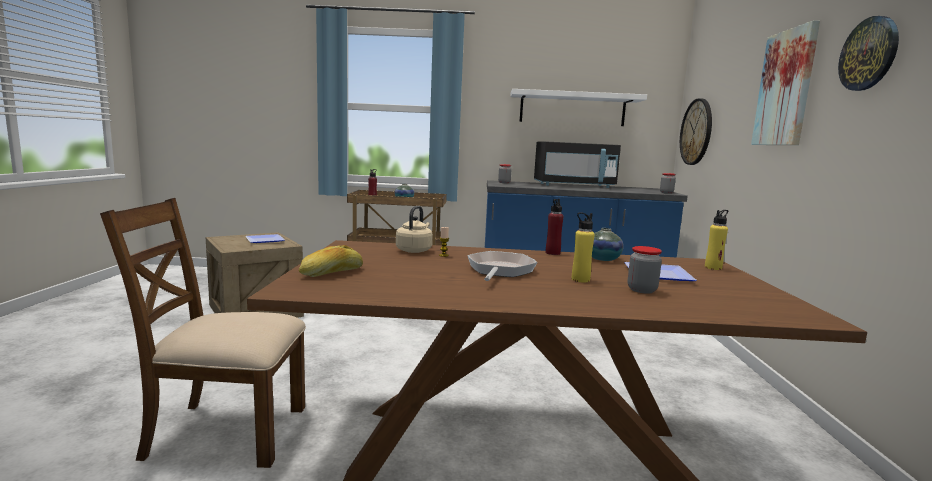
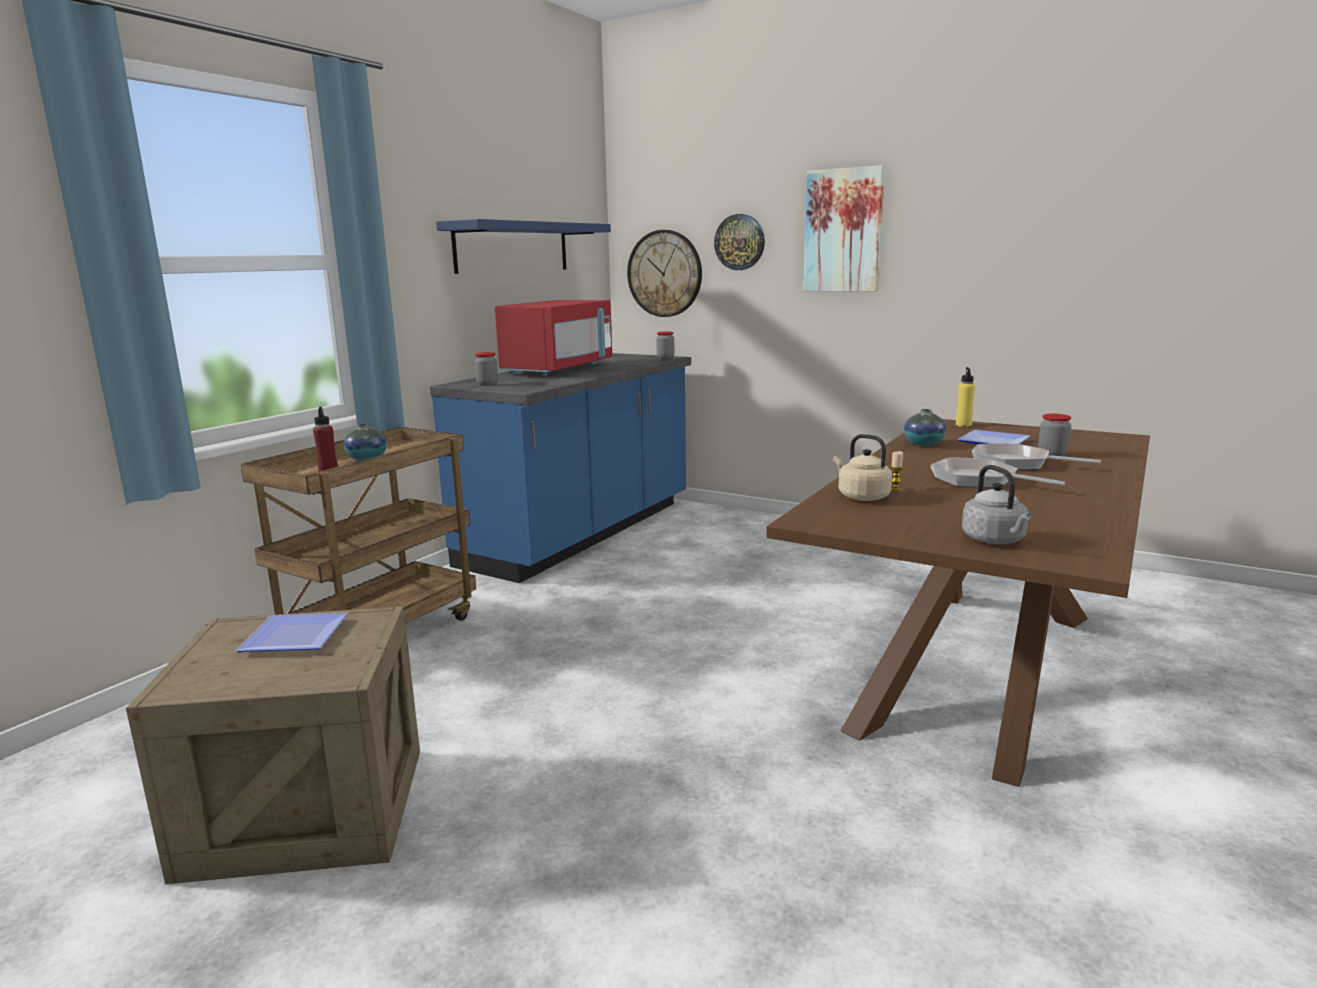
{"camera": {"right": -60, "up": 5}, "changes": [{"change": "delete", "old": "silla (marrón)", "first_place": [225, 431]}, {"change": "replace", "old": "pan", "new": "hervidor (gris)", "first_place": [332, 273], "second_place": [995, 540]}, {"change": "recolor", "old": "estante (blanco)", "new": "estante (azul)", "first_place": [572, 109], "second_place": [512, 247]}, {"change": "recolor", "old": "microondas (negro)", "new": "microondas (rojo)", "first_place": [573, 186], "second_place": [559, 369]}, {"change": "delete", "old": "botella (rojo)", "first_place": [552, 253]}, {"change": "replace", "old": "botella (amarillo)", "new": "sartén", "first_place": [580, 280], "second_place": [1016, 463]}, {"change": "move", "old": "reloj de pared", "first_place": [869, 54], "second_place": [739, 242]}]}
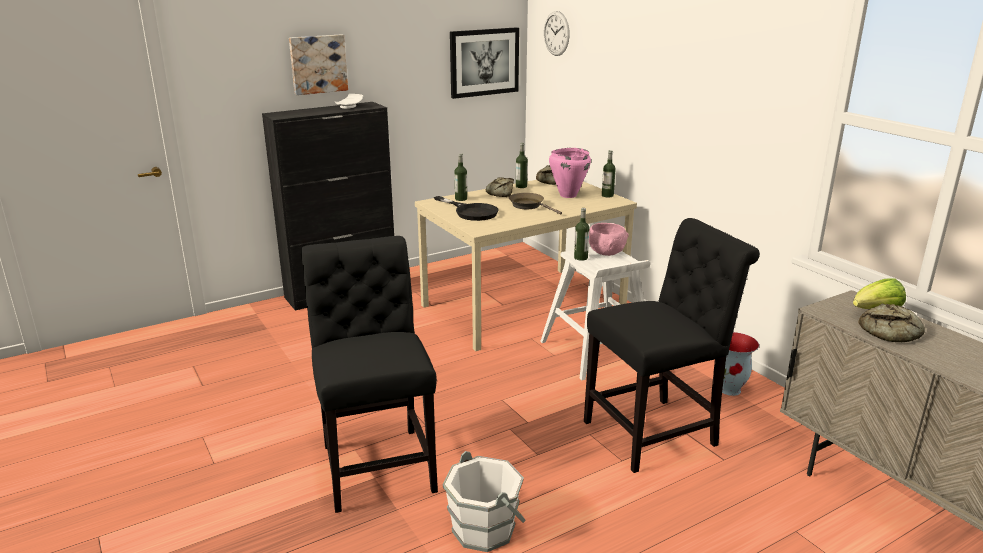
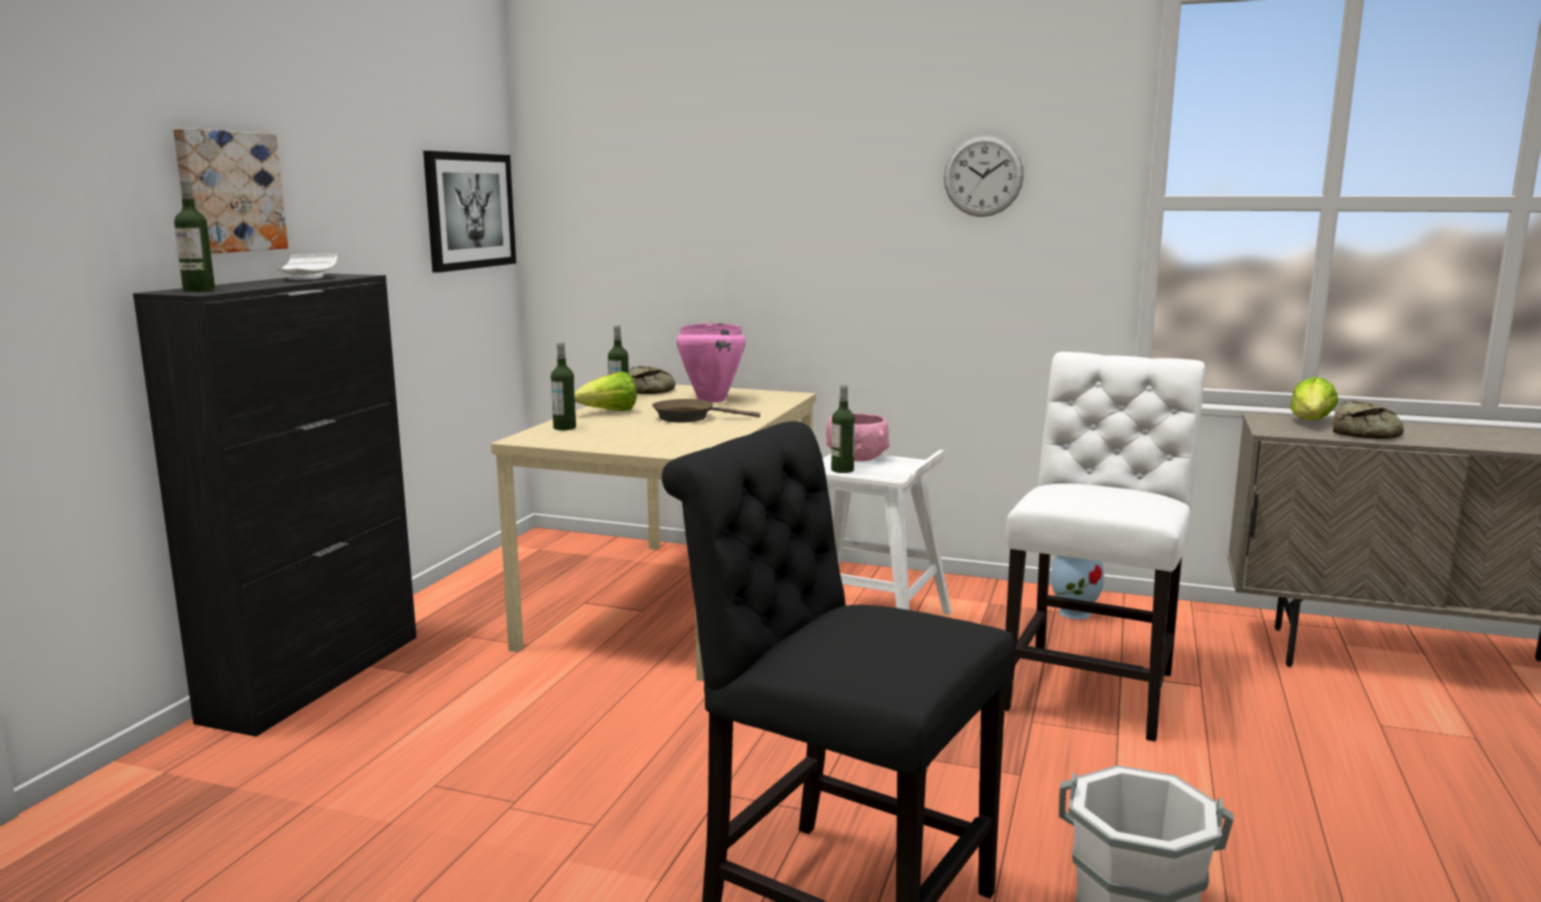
{"camera": {"right": -40, "up": -10}, "changes": [{"change": "delete", "old": "sartén (negro)", "first_place": [471, 212]}, {"change": "replace", "old": "pan", "new": "lechuga", "first_place": [501, 193], "second_place": [609, 412]}, {"change": "move", "old": "reloj de pared", "first_place": [556, 33], "second_place": [983, 176]}, {"change": "recolor", "old": "silla (negro)", "new": "silla (blanco)", "first_place": [656, 432], "second_place": [1092, 687]}, {"change": "move", "old": "botella", "first_place": [607, 195], "second_place": [199, 290]}]}
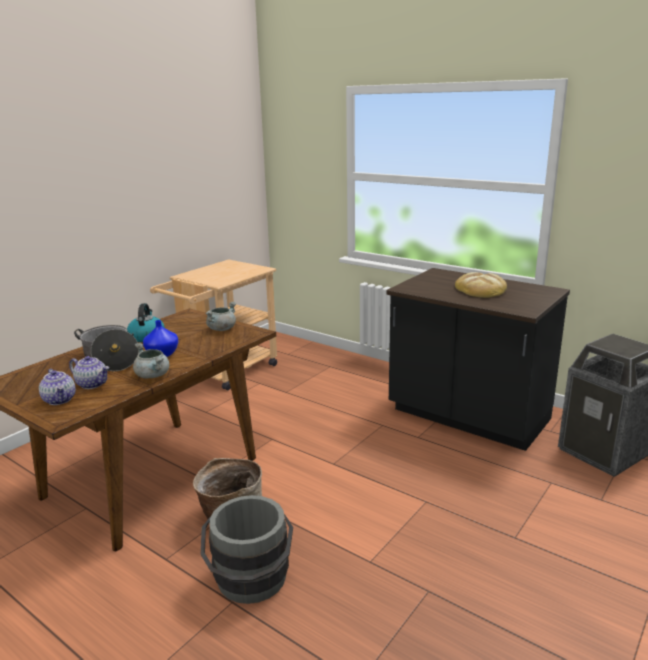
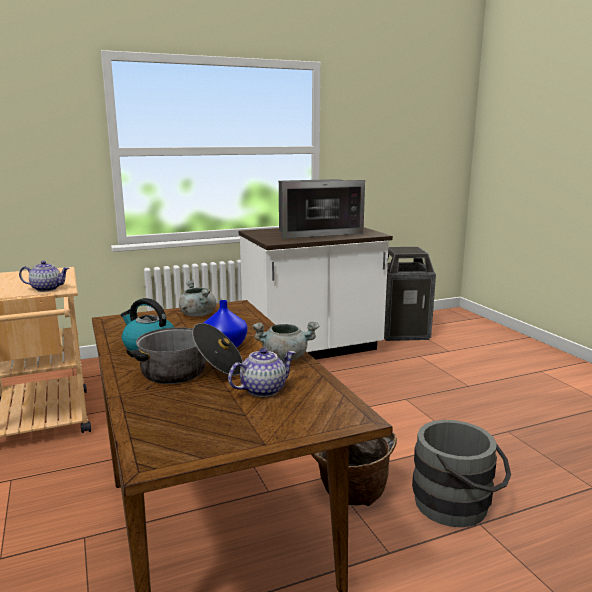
{"camera": {"right": -60, "up": -5}, "changes": [{"change": "move", "old": "tetera", "first_place": [60, 400], "second_place": [47, 289]}, {"change": "recolor", "old": "mueble bajo de cocina (negro)", "new": "mueble bajo de cocina (blanco)", "first_place": [467, 417], "second_place": [312, 350]}, {"change": "replace", "old": "pan", "new": "microondas", "first_place": [480, 289], "second_place": [316, 232]}]}
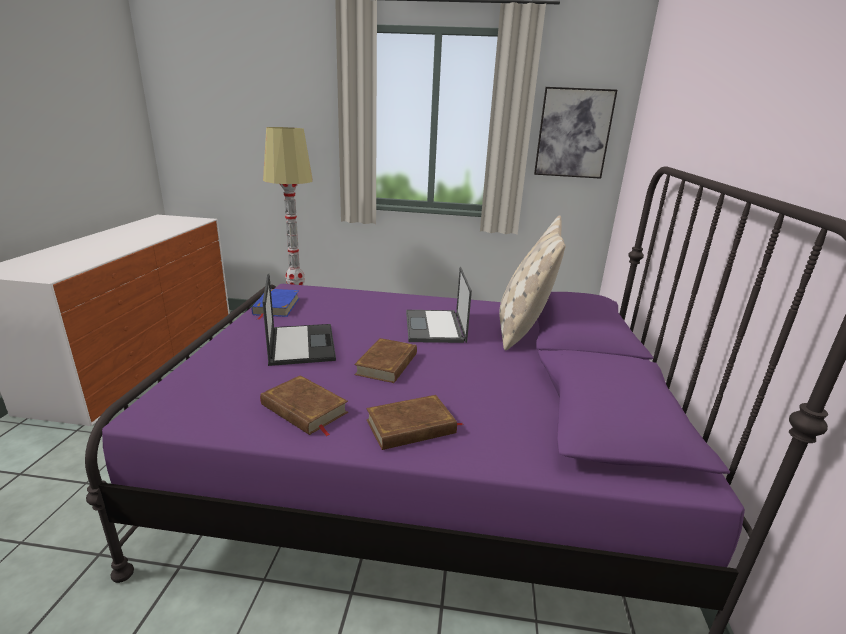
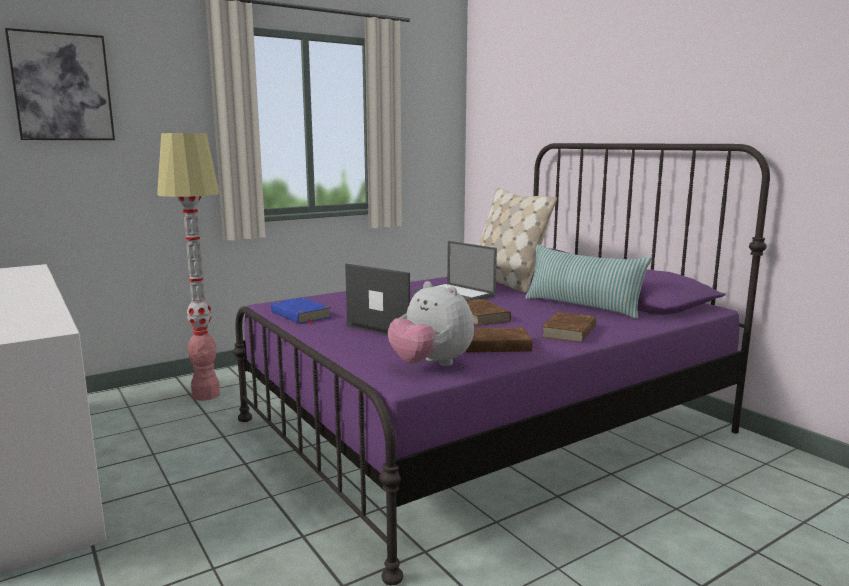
{"camera": {"right": -40, "up": -10}, "changes": [{"change": "move", "old": "cuadro", "first_place": [573, 133], "second_place": [62, 87]}, {"change": "insert", "new": "peluche", "second_place": [431, 364]}, {"change": "insert", "new": "cojín", "second_place": [582, 306]}]}
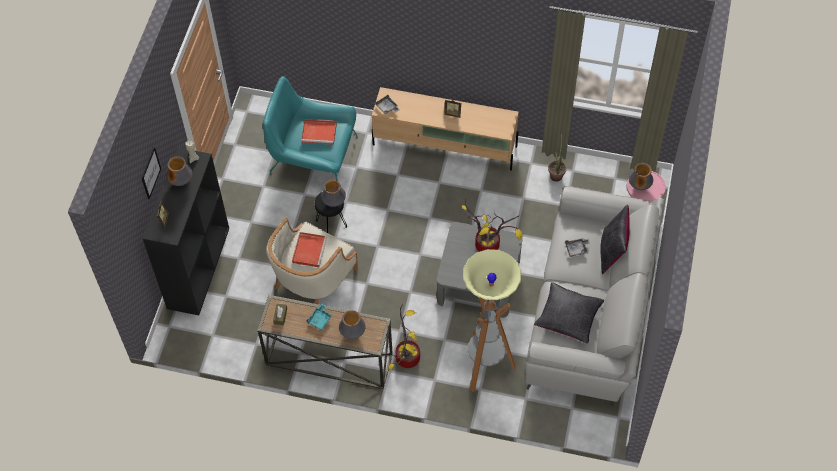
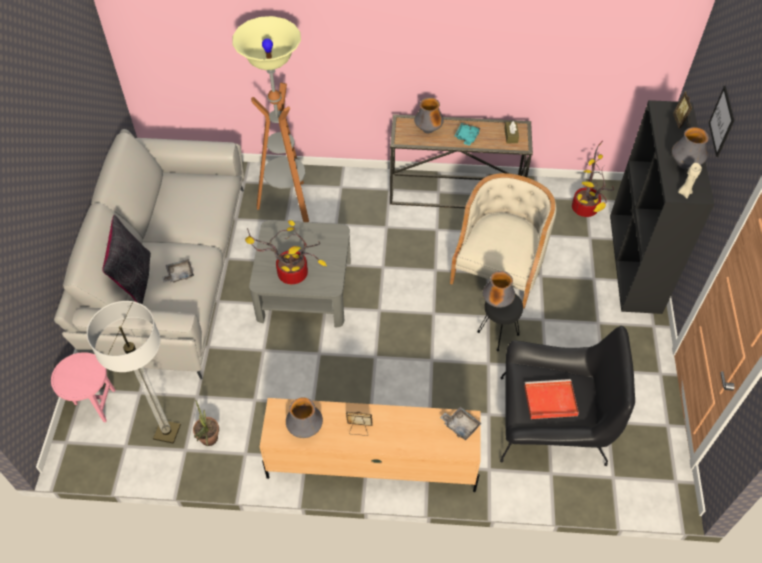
{"camera": {"right": 170, "up": -5}, "changes": [{"change": "recolor", "old": "sillón (turquesa)", "new": "sillón (negro)", "first_place": [313, 156], "second_place": [552, 422]}, {"change": "delete", "old": "bandeja (rojo)", "first_place": [309, 250]}, {"change": "move", "old": "planta en maceta", "first_place": [406, 356], "second_place": [587, 209]}, {"change": "delete", "old": "cojín (negro)", "first_place": [568, 317]}, {"change": "move", "old": "florero", "first_place": [639, 186], "second_place": [305, 429]}, {"change": "insert", "new": "lámpara de pie", "second_place": [167, 432]}]}
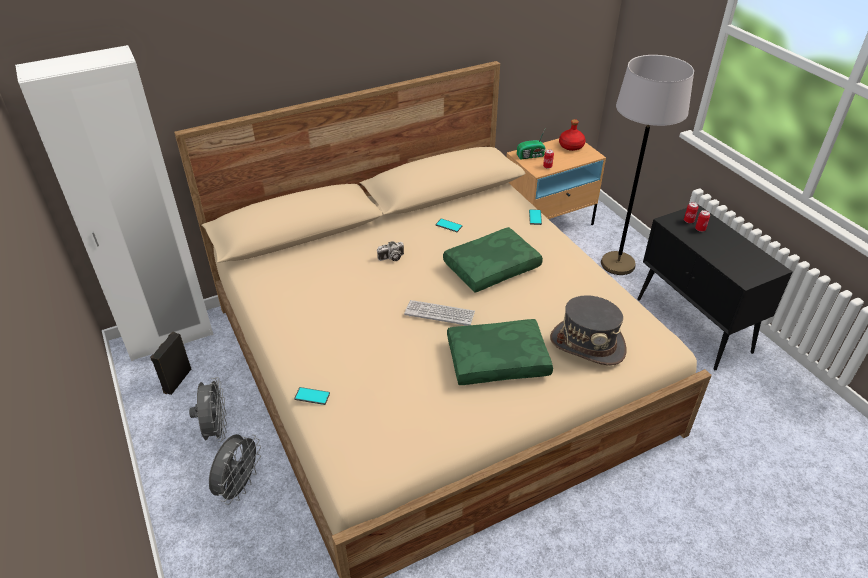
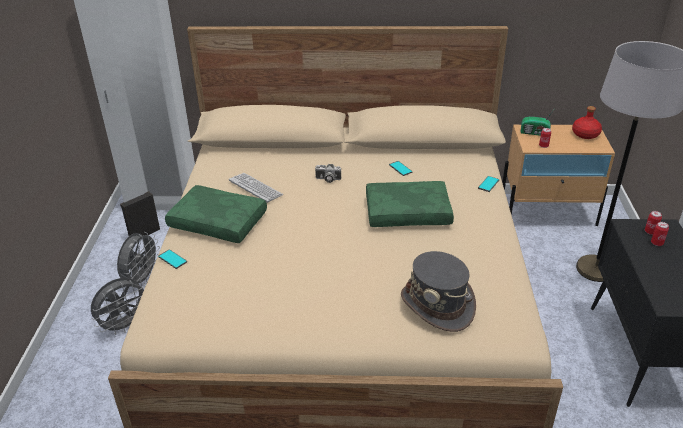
{"camera": {"right": 30, "up": -5}, "changes": [{"change": "move", "old": "teclado", "first_place": [439, 313], "second_place": [255, 188]}, {"change": "move", "old": "cojín (verde)", "first_place": [498, 359], "second_place": [219, 222]}]}
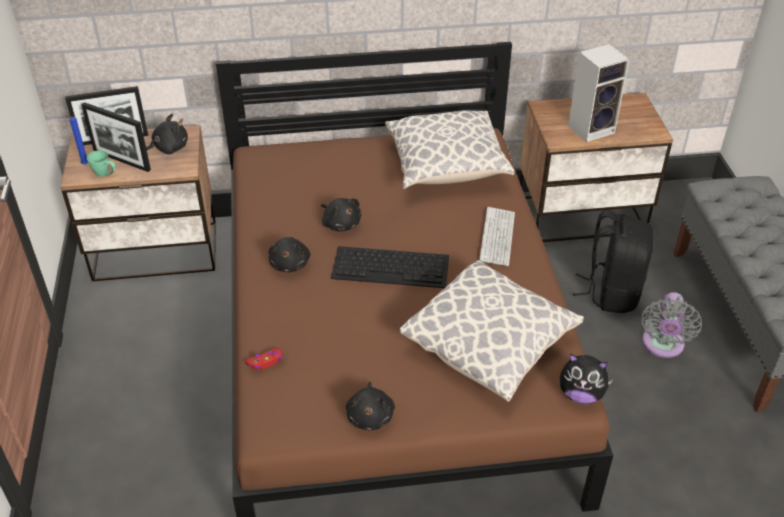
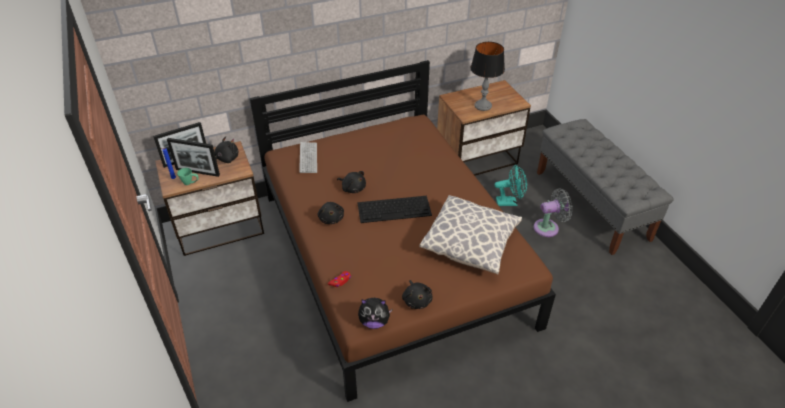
{"camera": {"right": -15, "up": 0}, "changes": [{"change": "delete", "old": "cojín", "first_place": [446, 166]}, {"change": "move", "old": "teclado", "first_place": [497, 237], "second_place": [308, 158]}, {"change": "move", "old": "peluche", "first_place": [581, 394], "second_place": [374, 322]}, {"change": "replace", "old": "altavoz", "new": "lámpara de mesa", "first_place": [592, 128], "second_place": [483, 106]}, {"change": "replace", "old": "mochila (negro)", "new": "ventilador (turquesa)", "first_place": [611, 292], "second_place": [510, 202]}, {"change": "rotate", "old": "ventilador (gris)", "first_place": [662, 346], "second_place": [548, 227], "degrees": -105}]}
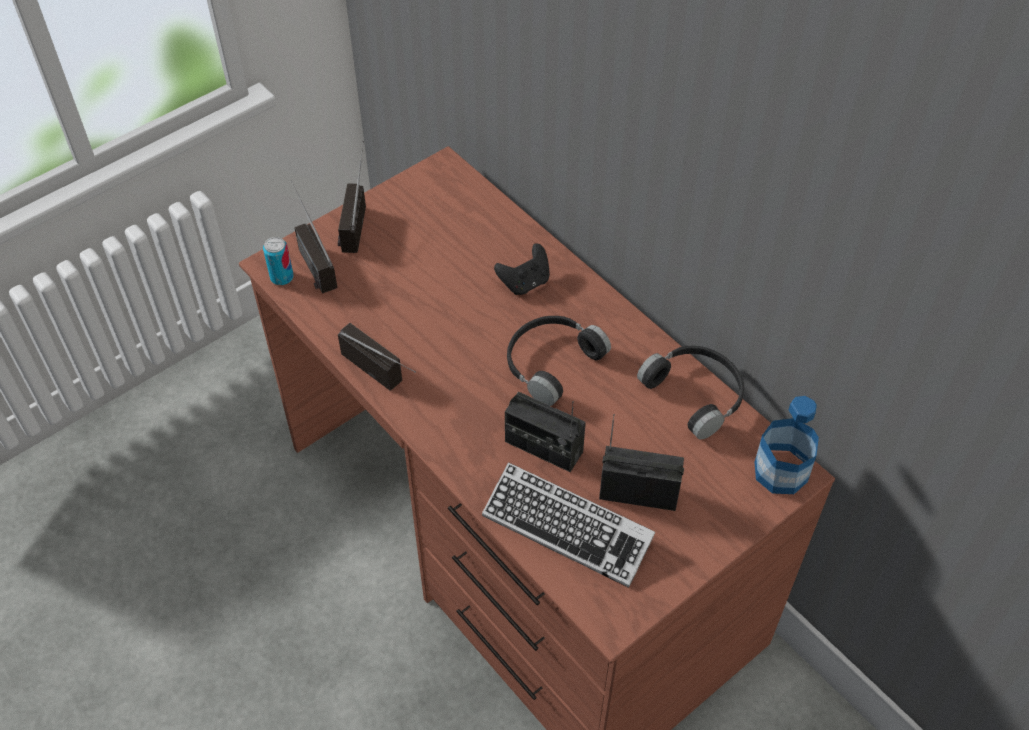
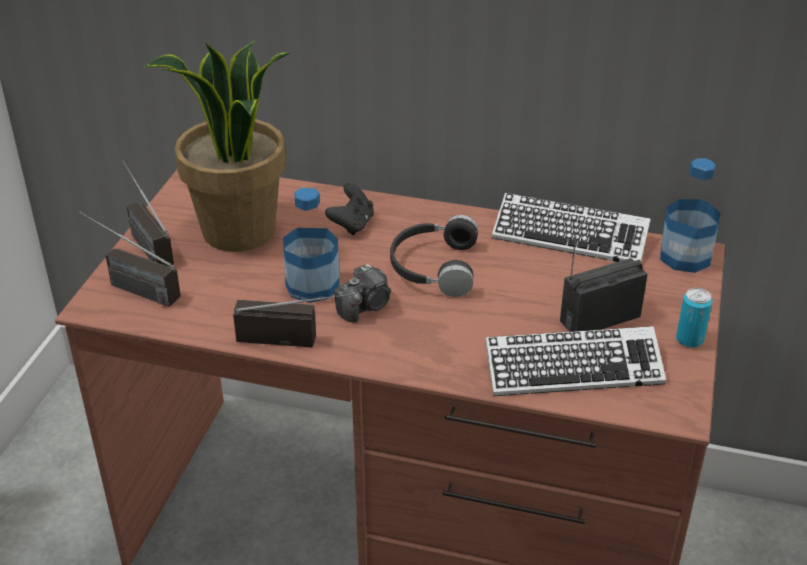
{"camera": {"right": -35, "up": -15}, "changes": [{"change": "move", "old": "lata", "first_place": [282, 277], "second_place": [689, 339]}, {"change": "delete", "old": "radio", "first_place": [543, 447]}, {"change": "replace", "old": "auriculares (negro)", "new": "teclado", "first_place": [696, 394], "second_place": [569, 237]}, {"change": "insert", "new": "planta en maceta", "second_place": [239, 232]}, {"change": "insert", "new": "botella", "second_place": [312, 285]}, {"change": "insert", "new": "cámara", "second_place": [365, 306]}]}
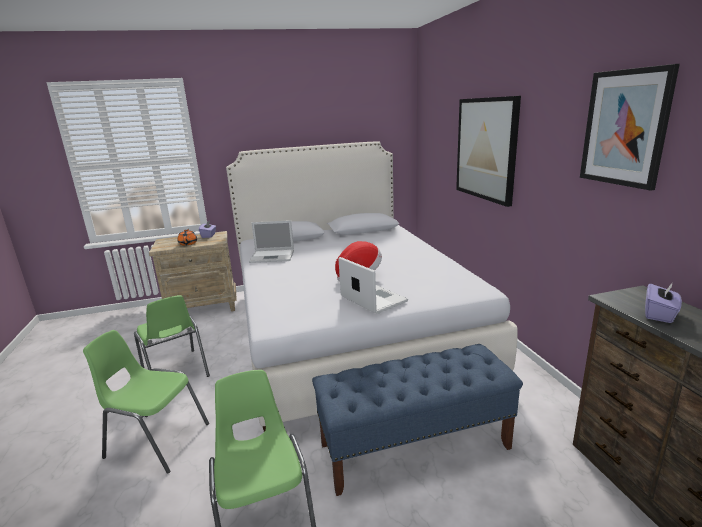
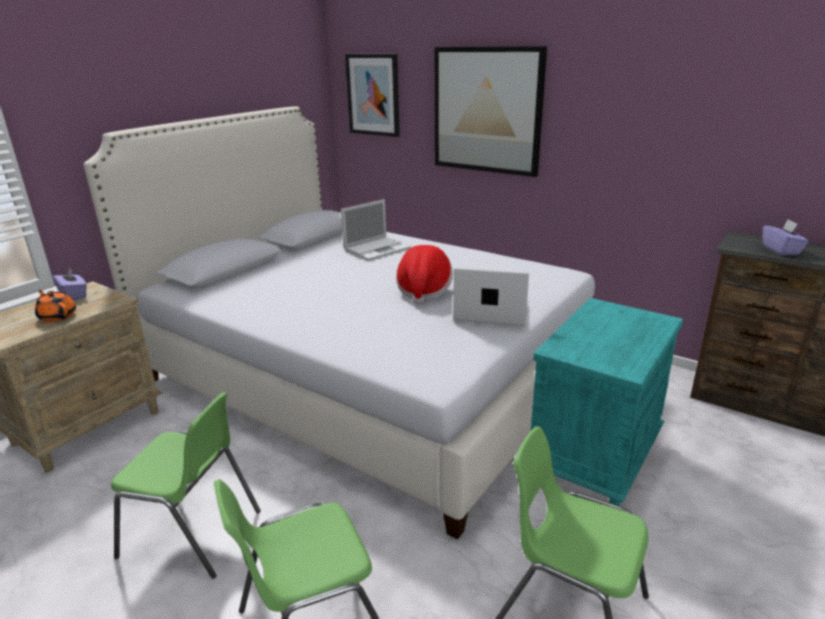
{"camera": {"right": -40, "up": 5}, "changes": [{"change": "move", "old": "portátil", "first_place": [273, 256], "second_place": [378, 249]}, {"change": "replace", "old": "banco (azul)", "new": "mesita de noche (turquesa)", "first_place": [415, 446], "second_place": [594, 460]}, {"change": "move", "old": "cuadro", "first_place": [624, 128], "second_place": [373, 95]}]}
